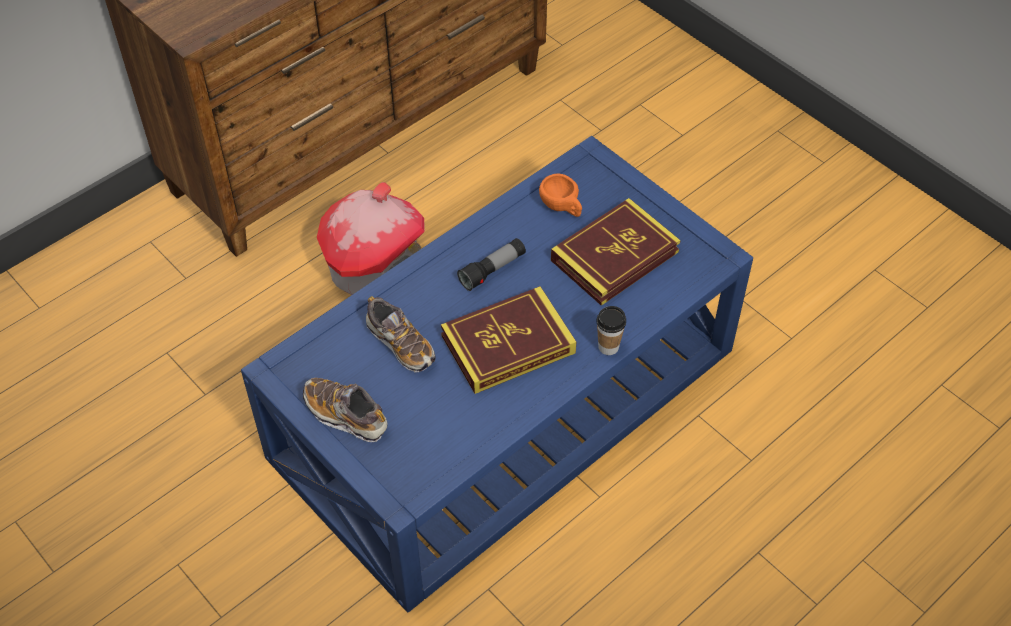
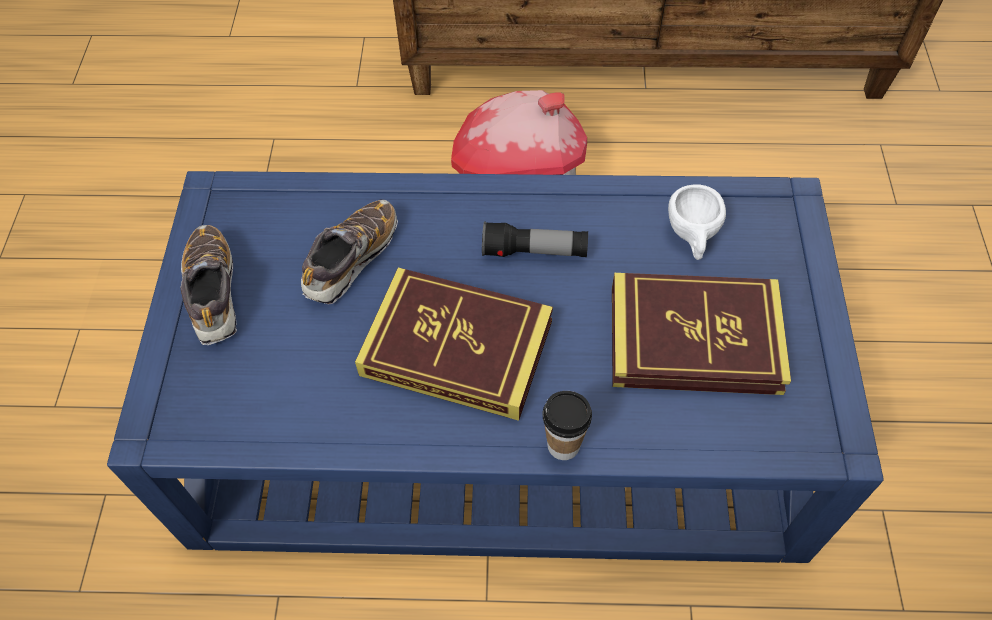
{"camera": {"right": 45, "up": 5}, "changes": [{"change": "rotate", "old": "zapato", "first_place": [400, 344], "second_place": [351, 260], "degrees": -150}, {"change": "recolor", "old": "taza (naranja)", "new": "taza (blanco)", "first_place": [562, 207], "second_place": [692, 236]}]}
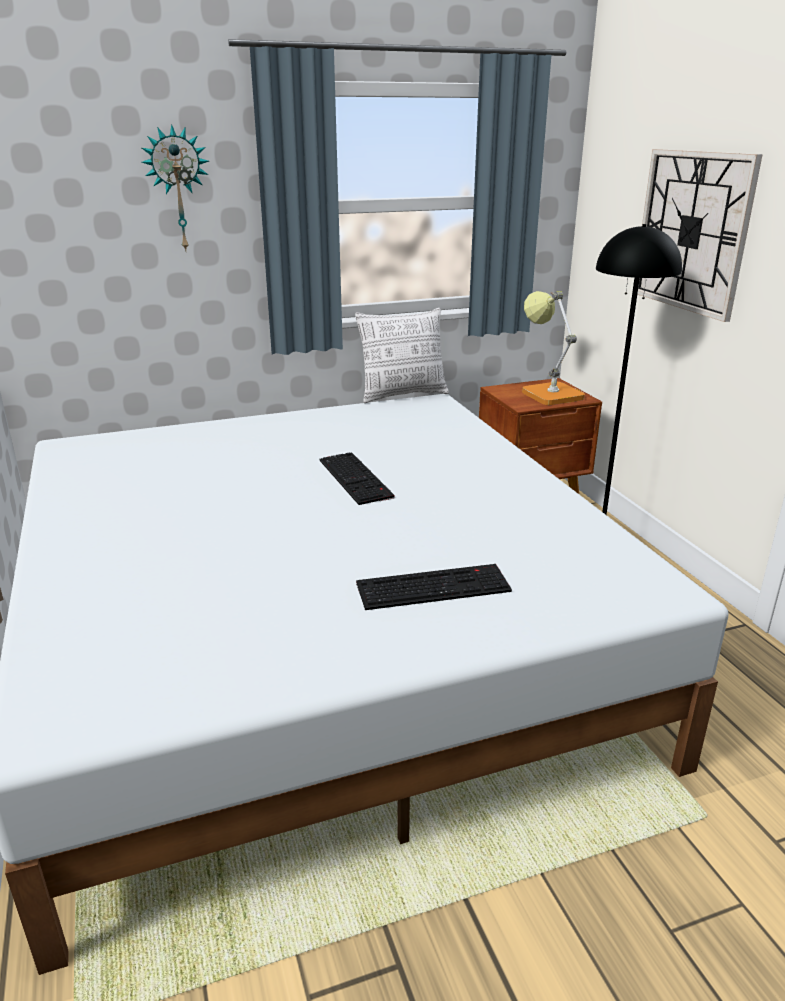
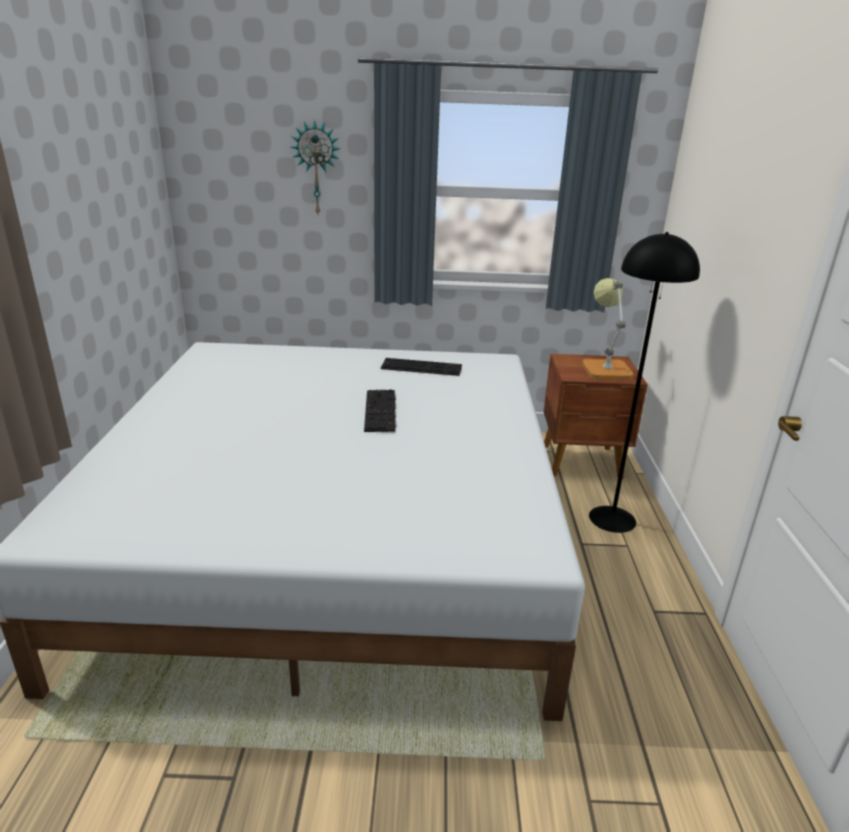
{"camera": {"right": 20, "up": 0}, "changes": [{"change": "delete", "old": "cojín", "first_place": [403, 395]}, {"change": "move", "old": "teclado", "first_place": [434, 586], "second_place": [422, 367]}, {"change": "delete", "old": "reloj de pared", "first_place": [692, 231]}]}
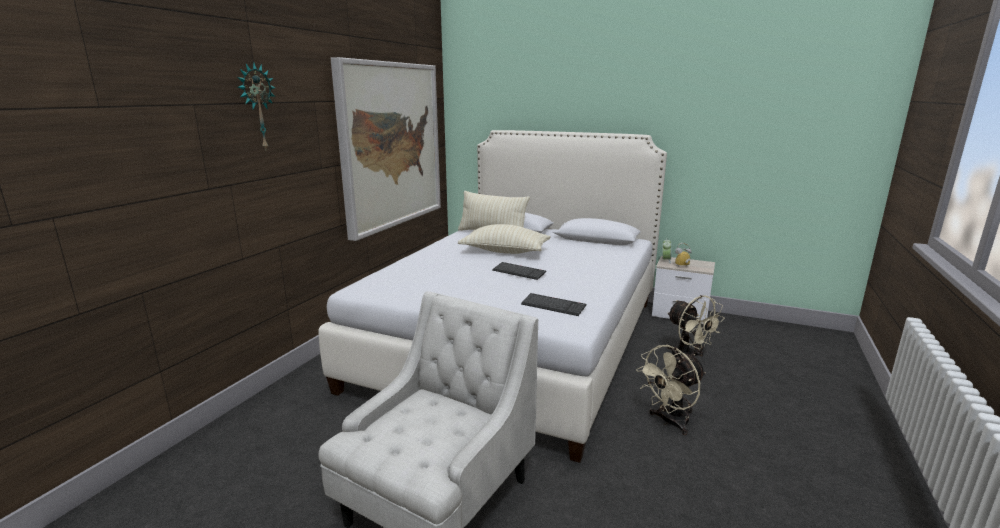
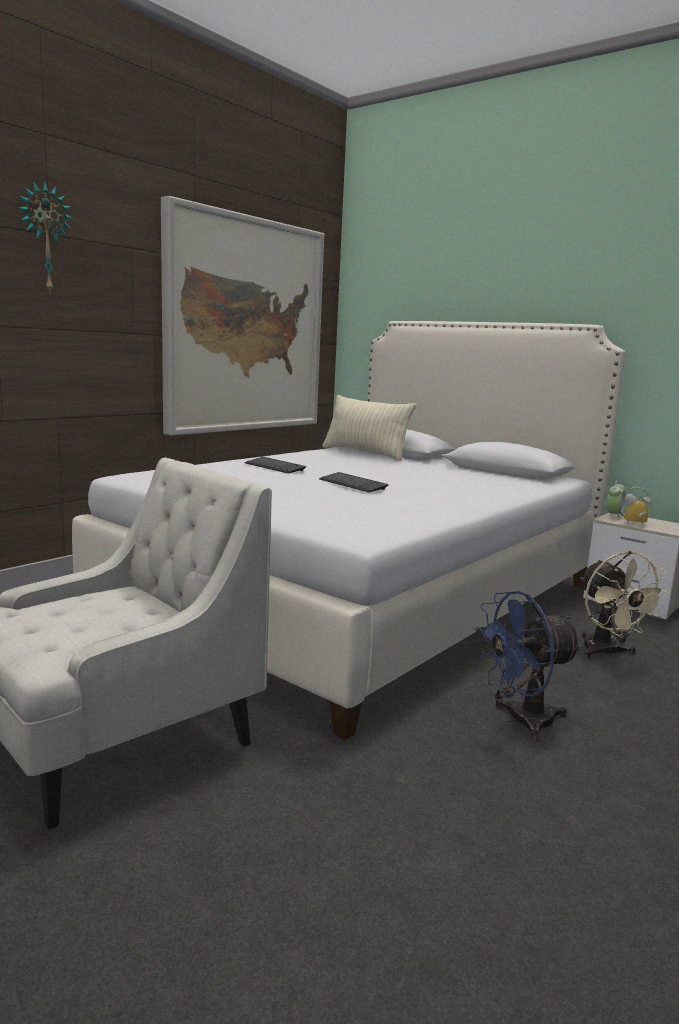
{"camera": {"right": 15, "up": -5}, "changes": [{"change": "delete", "old": "cojín (beis)", "first_place": [505, 251]}, {"change": "move", "old": "teclado", "first_place": [553, 306], "second_place": [274, 467]}, {"change": "recolor", "old": "ventilador (beis)", "new": "ventilador (azul)", "first_place": [669, 422], "second_place": [520, 721]}]}
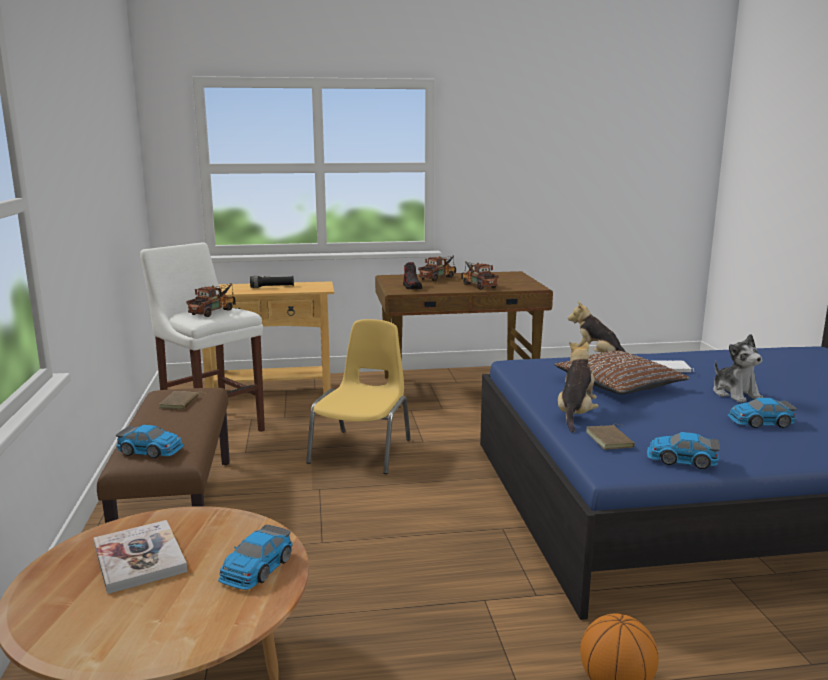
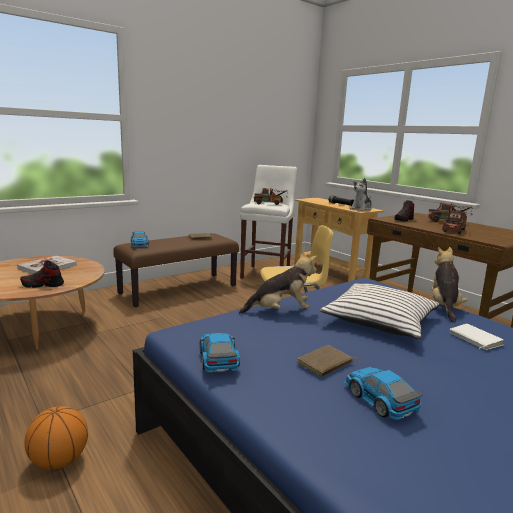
{"camera": {"right": 60, "up": 0}, "changes": [{"change": "replace", "old": "coche de juguete", "new": "zapato", "first_place": [257, 568], "second_place": [42, 285]}, {"change": "recolor", "old": "cojín (marrón)", "new": "cojín (blanco)", "first_place": [619, 384], "second_place": [380, 320]}, {"change": "move", "old": "libro (marrón)", "first_place": [611, 440], "second_place": [326, 364]}, {"change": "move", "old": "peluche", "first_place": [735, 394], "second_place": [361, 209]}]}
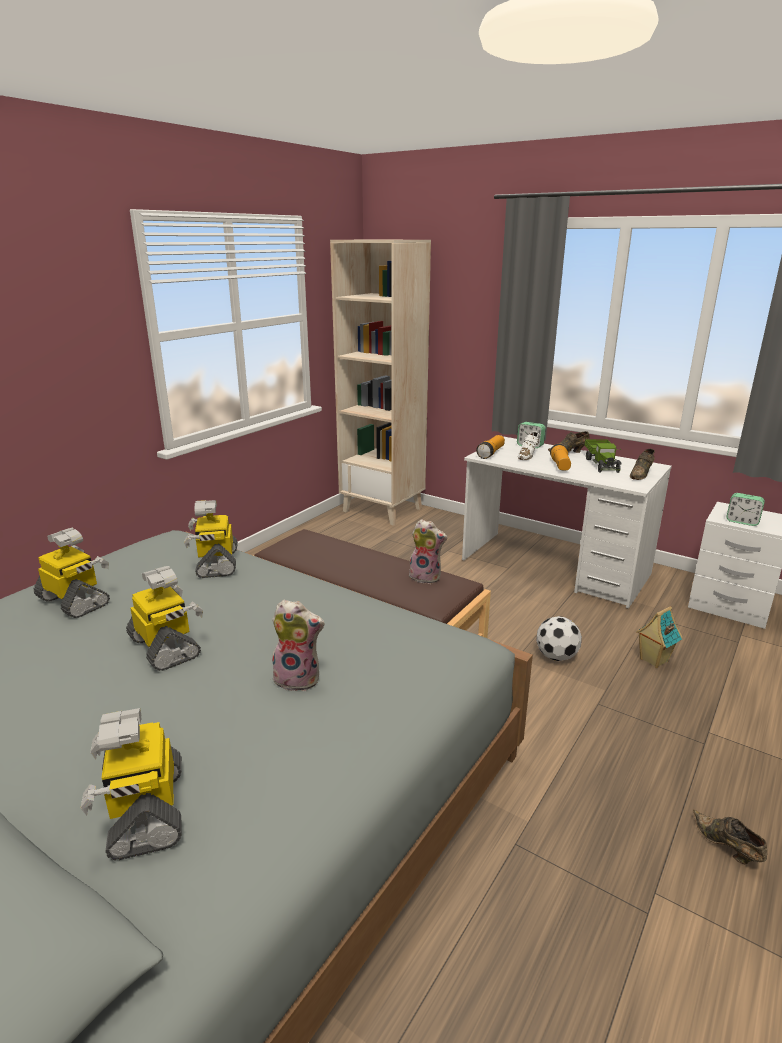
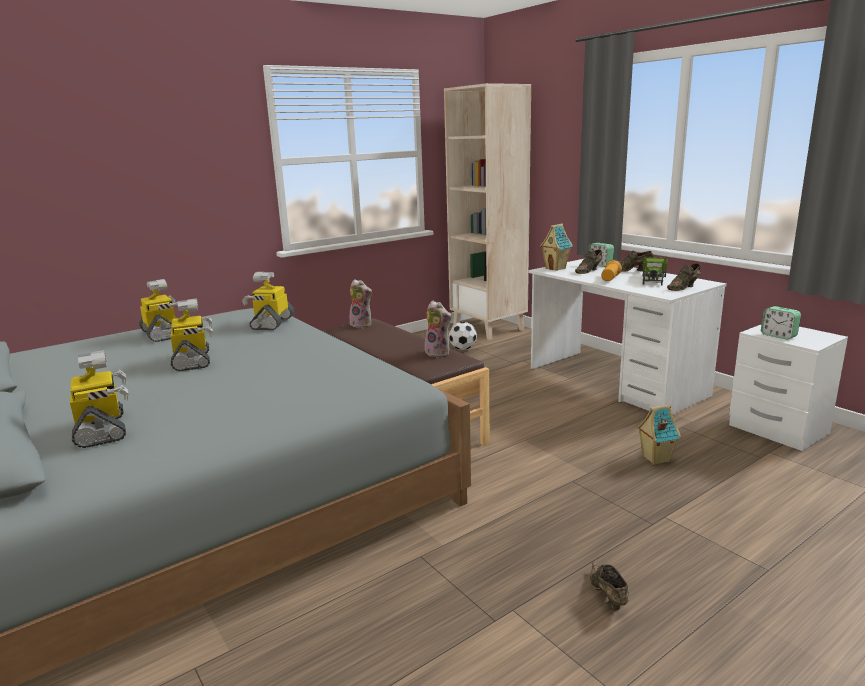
{"camera": {"right": 20, "up": -5}, "changes": [{"change": "rotate", "old": "robot de juguete", "first_place": [145, 811], "second_place": [103, 430], "degrees": 150}, {"change": "move", "old": "peluche", "first_place": [299, 678], "second_place": [362, 325]}, {"change": "replace", "old": "linterna", "new": "casita", "first_place": [491, 453], "second_place": [556, 268]}, {"change": "recolor", "old": "zapato (blanco)", "new": "zapato (marrón)", "first_place": [528, 455], "second_place": [589, 271]}, {"change": "move", "old": "balón de fútbol", "first_place": [556, 656], "second_place": [463, 348]}]}
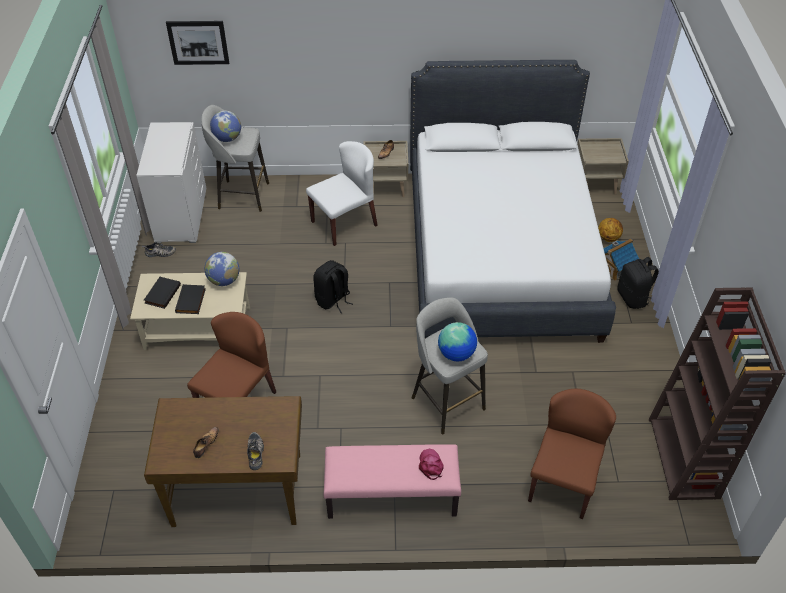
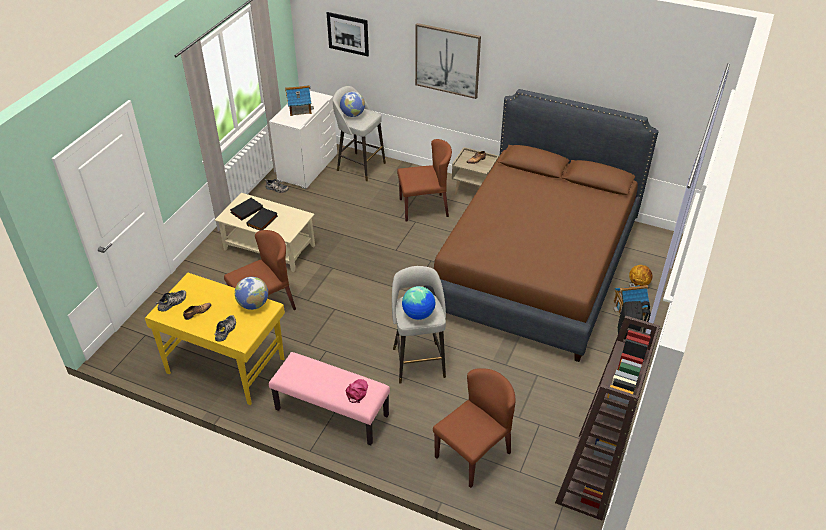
{"camera": {"right": 25, "up": -5}, "changes": [{"change": "recolor", "old": "escritorio (marrón)", "new": "escritorio (amarillo)", "first_place": [237, 489], "second_place": [226, 365]}, {"change": "move", "old": "globo terráqueo", "first_place": [224, 280], "second_place": [253, 304]}, {"change": "recolor", "old": "silla (blanco)", "new": "silla (marrón)", "first_place": [344, 223], "second_place": [424, 207]}, {"change": "delete", "old": "mochila (negro)", "first_place": [333, 300]}, {"change": "recolor", "old": "cama (blanco)", "new": "cama (marrón)", "first_place": [500, 253], "second_place": [536, 266]}, {"change": "delete", "old": "mesita de noche (beis)", "first_place": [596, 184]}, {"change": "insert", "new": "zapato", "second_place": [172, 303]}, {"change": "insert", "new": "casita", "second_place": [299, 109]}, {"change": "insert", "new": "cuadro", "second_place": [447, 60]}]}
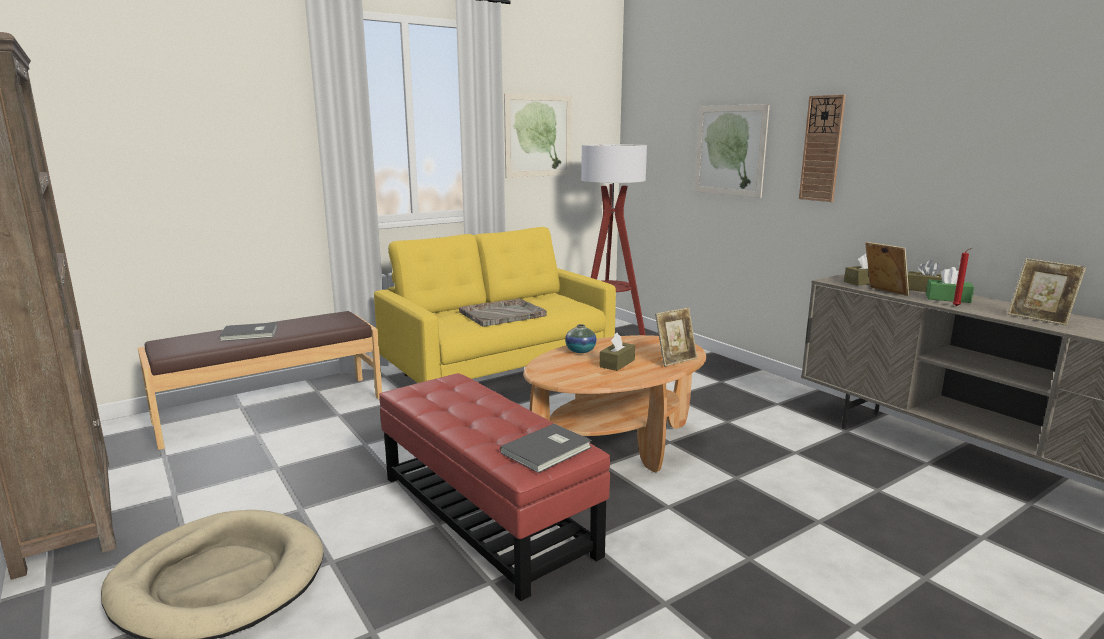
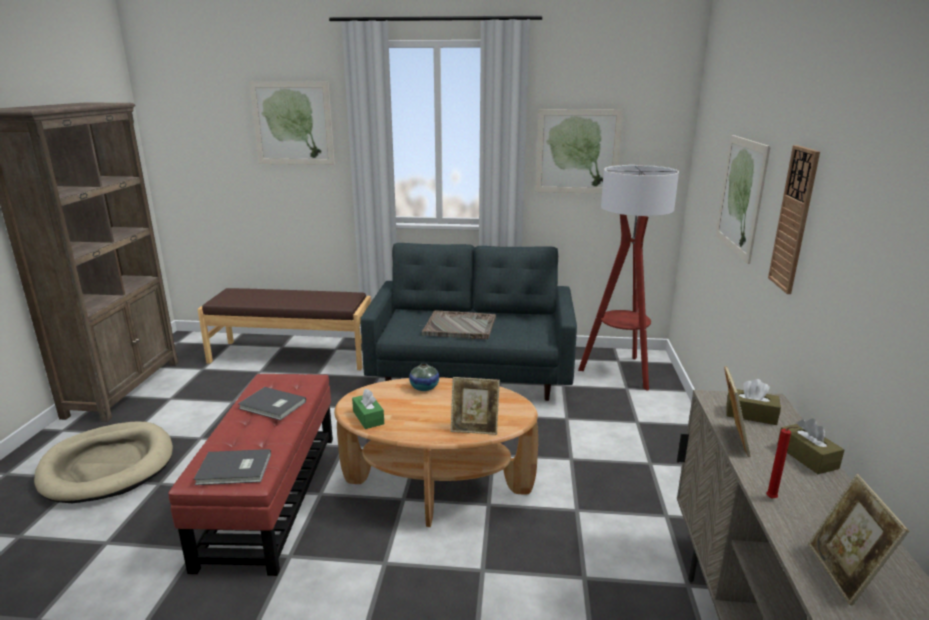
{"camera": {"right": 40, "up": 5}, "changes": [{"change": "move", "old": "libro (gris)", "first_place": [250, 334], "second_place": [272, 406]}, {"change": "recolor", "old": "sofá (amarillo)", "new": "sofá (gris)", "first_place": [499, 371], "second_place": [472, 375]}, {"change": "delete", "old": "caja de pañuelos (marrón)", "first_place": [617, 363]}, {"change": "move", "old": "caja de pañuelos (verde)", "first_place": [948, 299], "second_place": [368, 418]}, {"change": "insert", "new": "cuadro", "second_place": [293, 123]}]}
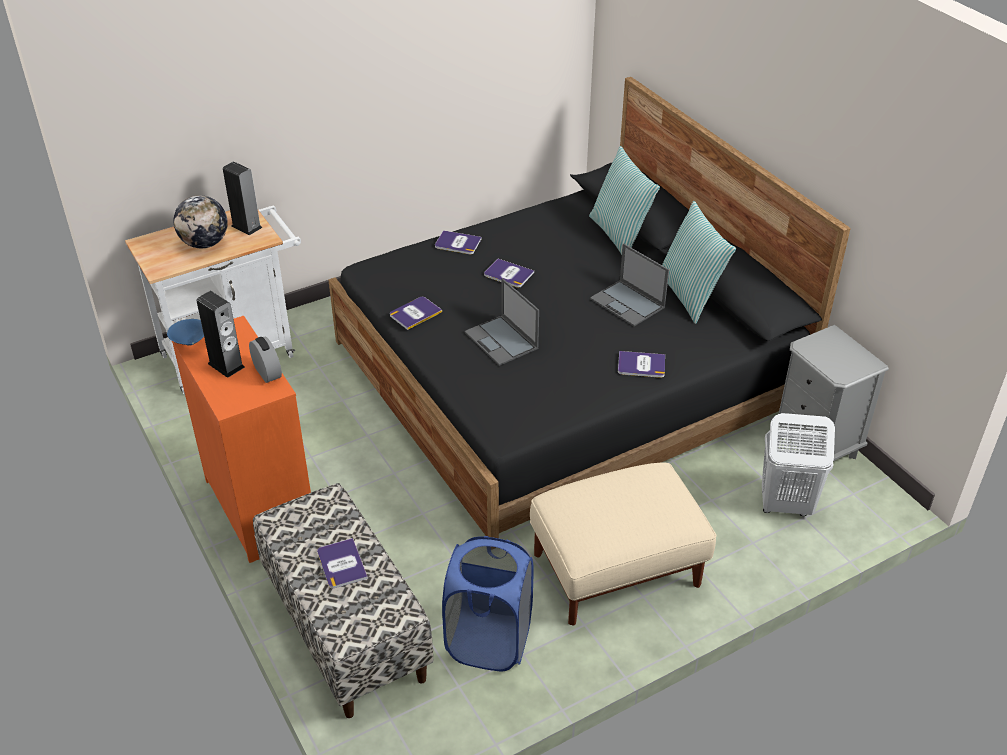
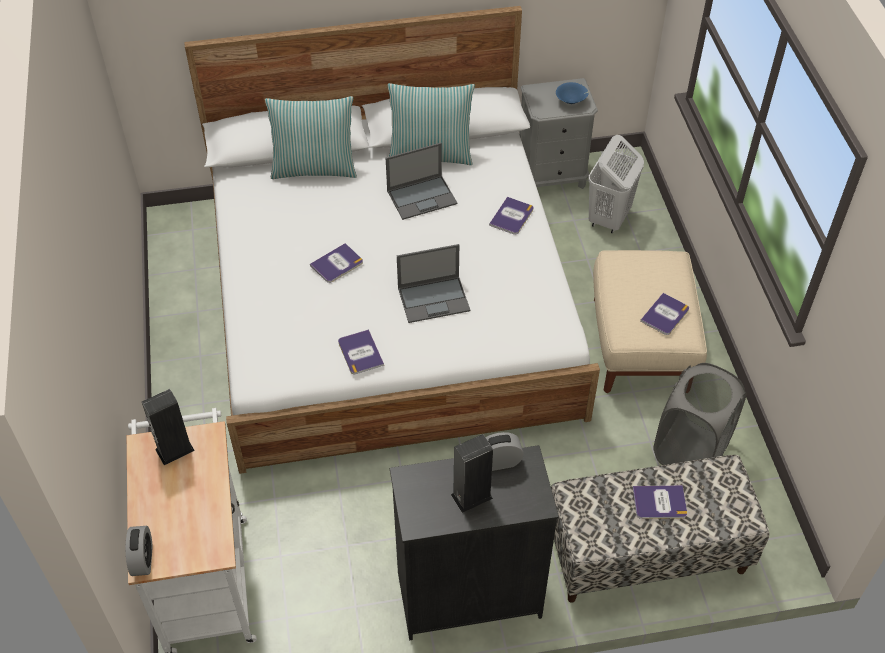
{"camera": {"right": -70, "up": 10}, "changes": [{"change": "move", "old": "cuenco (azul)", "first_place": [190, 343], "second_place": [571, 102]}, {"change": "recolor", "old": "cómoda (naranja)", "new": "cómoda (negro)", "first_place": [261, 507], "second_place": [468, 594]}, {"change": "delete", "old": "globo terráqueo", "first_place": [205, 243]}, {"change": "recolor", "old": "cama (negro)", "new": "cama (blanco)", "first_place": [565, 374], "second_place": [390, 301]}, {"change": "move", "old": "libro", "first_place": [457, 243], "second_place": [665, 315]}, {"change": "recolor", "old": "cesto de la ropa (azul)", "new": "cesto de la ropa (gris)", "first_place": [489, 641], "second_place": [690, 451]}, {"change": "insert", "new": "despertador", "second_place": [143, 559]}]}
